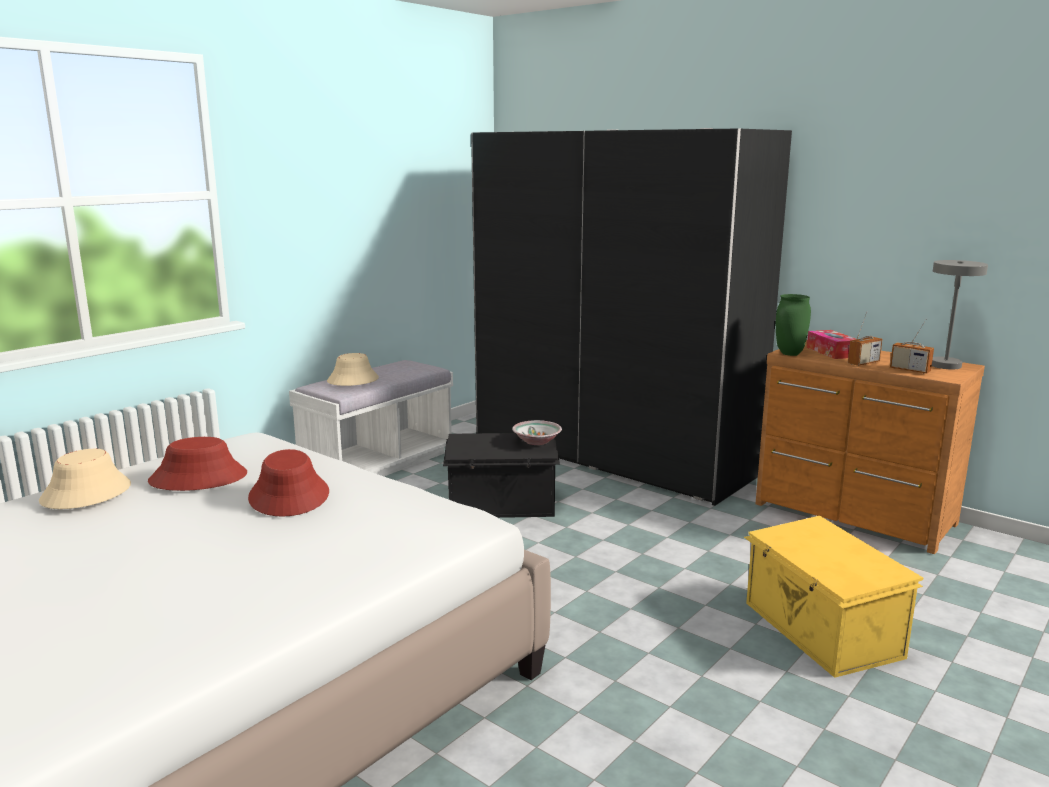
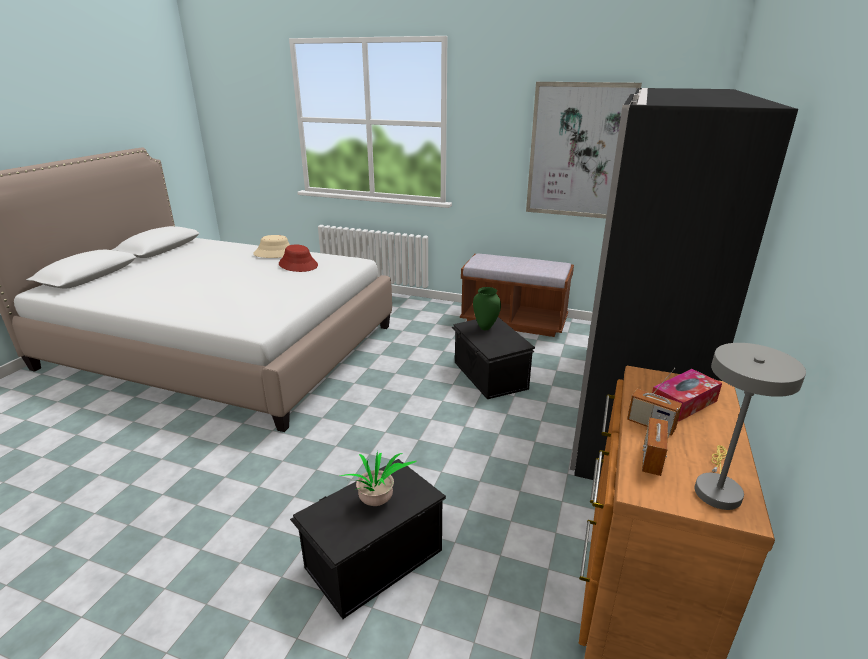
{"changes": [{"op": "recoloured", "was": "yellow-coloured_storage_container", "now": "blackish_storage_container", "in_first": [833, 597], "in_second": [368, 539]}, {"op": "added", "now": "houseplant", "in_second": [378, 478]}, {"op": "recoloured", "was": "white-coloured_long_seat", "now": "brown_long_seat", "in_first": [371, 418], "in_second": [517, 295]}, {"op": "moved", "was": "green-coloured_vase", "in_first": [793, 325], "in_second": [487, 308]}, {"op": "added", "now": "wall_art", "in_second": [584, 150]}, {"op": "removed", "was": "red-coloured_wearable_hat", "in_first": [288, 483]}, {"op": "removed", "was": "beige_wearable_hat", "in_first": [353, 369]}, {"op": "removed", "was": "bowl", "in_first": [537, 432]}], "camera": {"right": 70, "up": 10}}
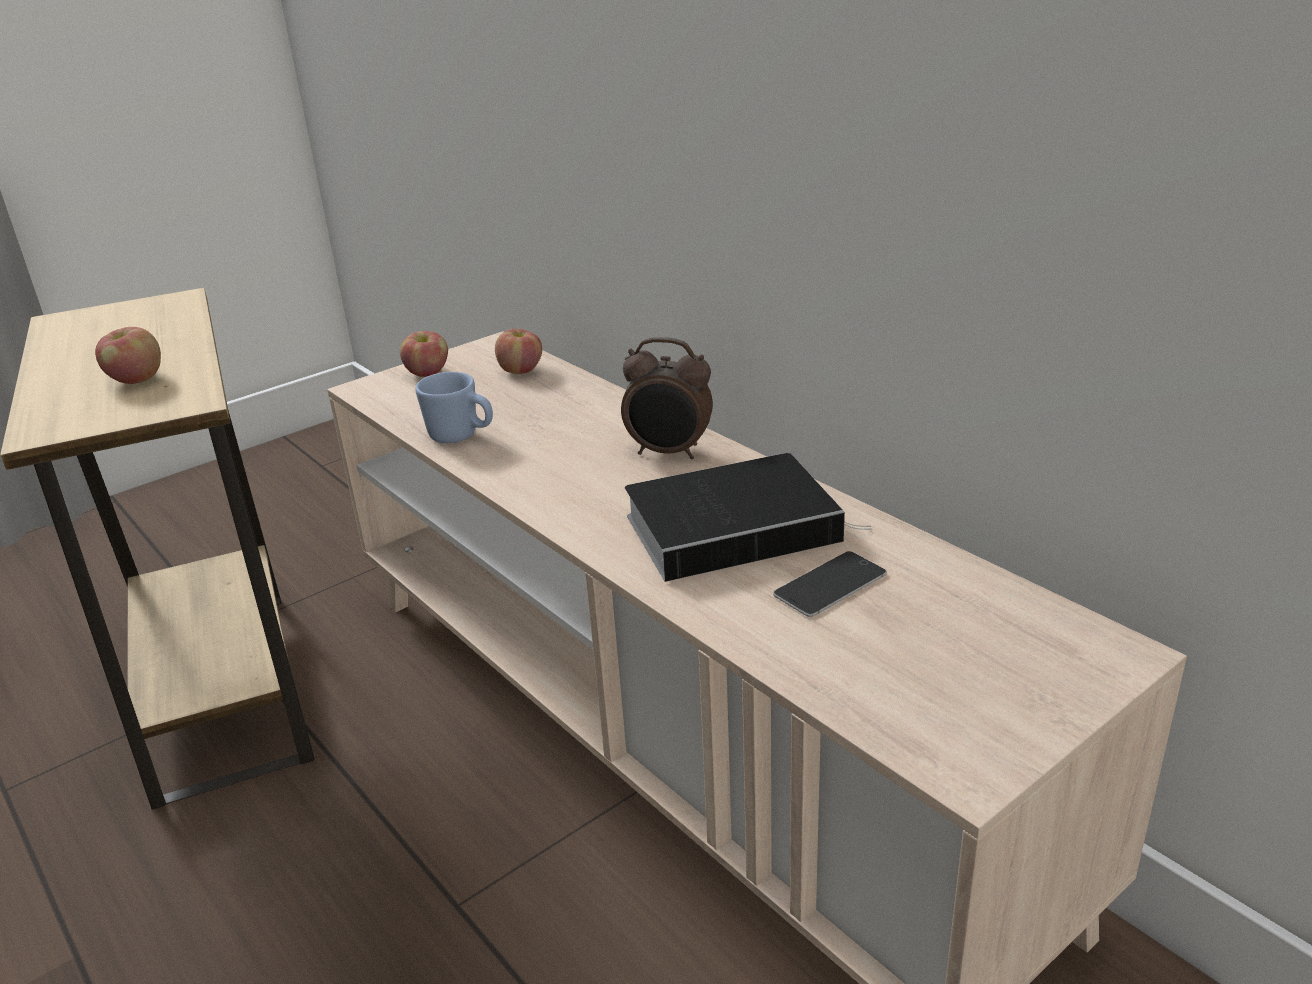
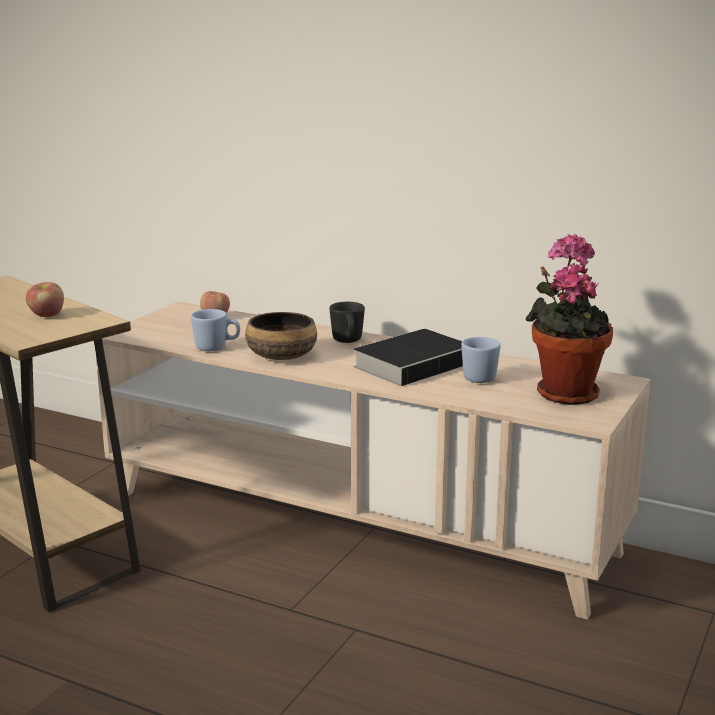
{"changes": [{"op": "added", "now": "bowl", "in_second": [281, 336]}, {"op": "replaced", "was": "bedside_clock", "now": "blackish_mug", "in_first": [667, 398], "in_second": [347, 322]}, {"op": "replaced", "was": "telephone", "now": "bluish_mug", "in_first": [830, 584], "in_second": [481, 360]}, {"op": "added", "now": "houseplant", "in_second": [569, 319]}, {"op": "removed", "was": "apple", "in_first": [424, 354]}], "camera": {"right": -25, "up": -10}}
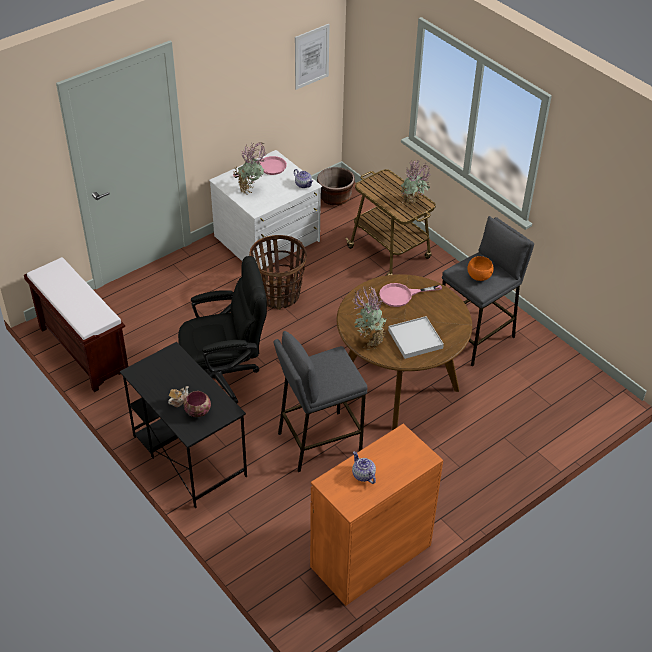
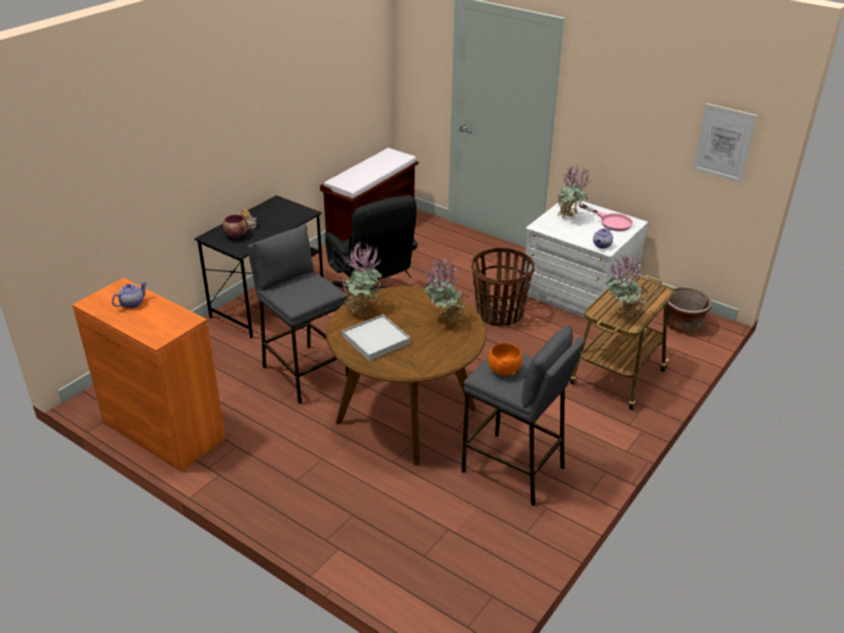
{"changes": [{"op": "replaced", "was": "pink_frying_pan", "now": "houseplant", "in_first": [410, 295], "in_second": [446, 292]}], "camera": {"right": 75, "up": -10}}
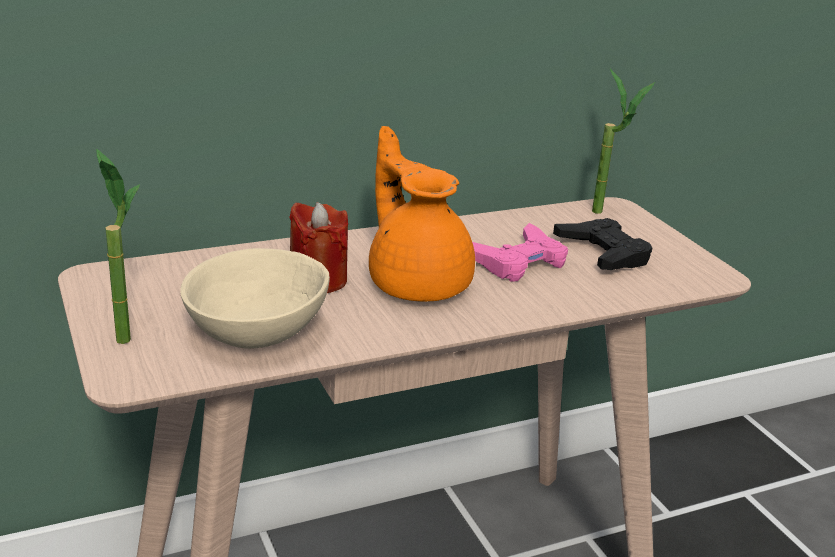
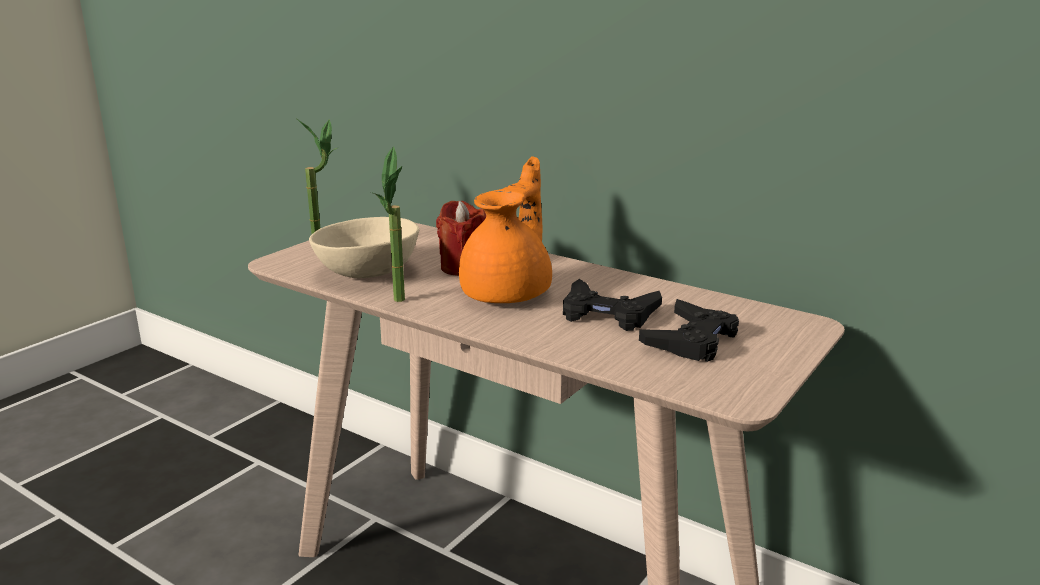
{"changes": [{"op": "moved", "was": "houseplant", "in_first": [623, 141], "in_second": [388, 224]}, {"op": "recoloured", "was": "pink_joypad", "now": "blackish_joypad", "in_first": [520, 252], "in_second": [612, 305]}], "camera": {"right": 60, "up": -5}}
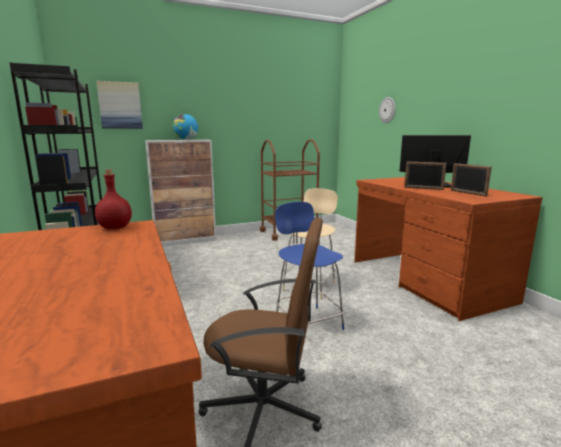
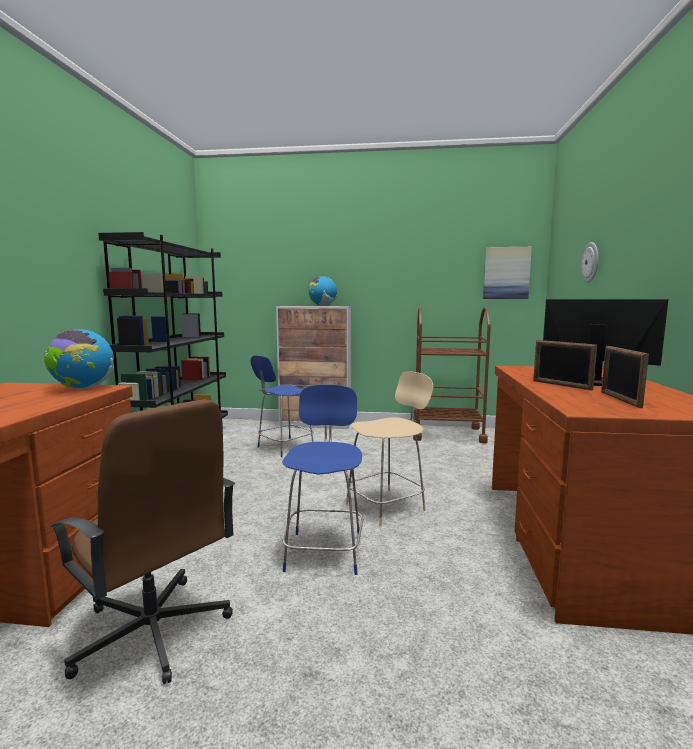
{"changes": [{"op": "replaced", "was": "red-coloured_drink_bottle", "now": "desk_globe", "in_first": [113, 199], "in_second": [79, 359]}, {"op": "added", "now": "bluish_plain_chair", "in_second": [282, 406]}, {"op": "moved", "was": "wall_art", "in_first": [119, 105], "in_second": [507, 273]}], "camera": {"right": 30, "up": -5}}
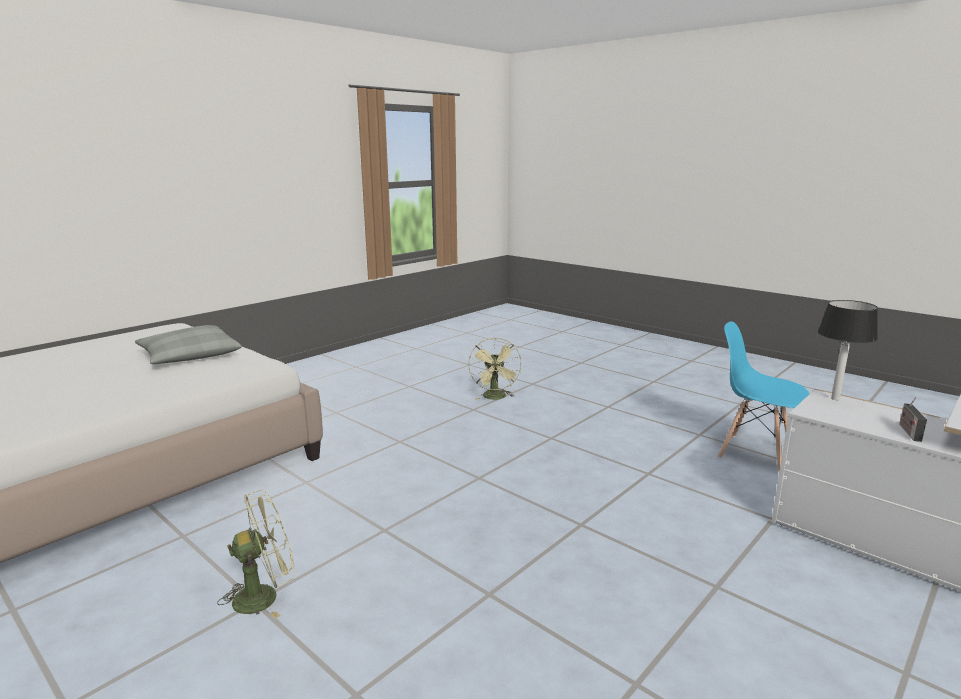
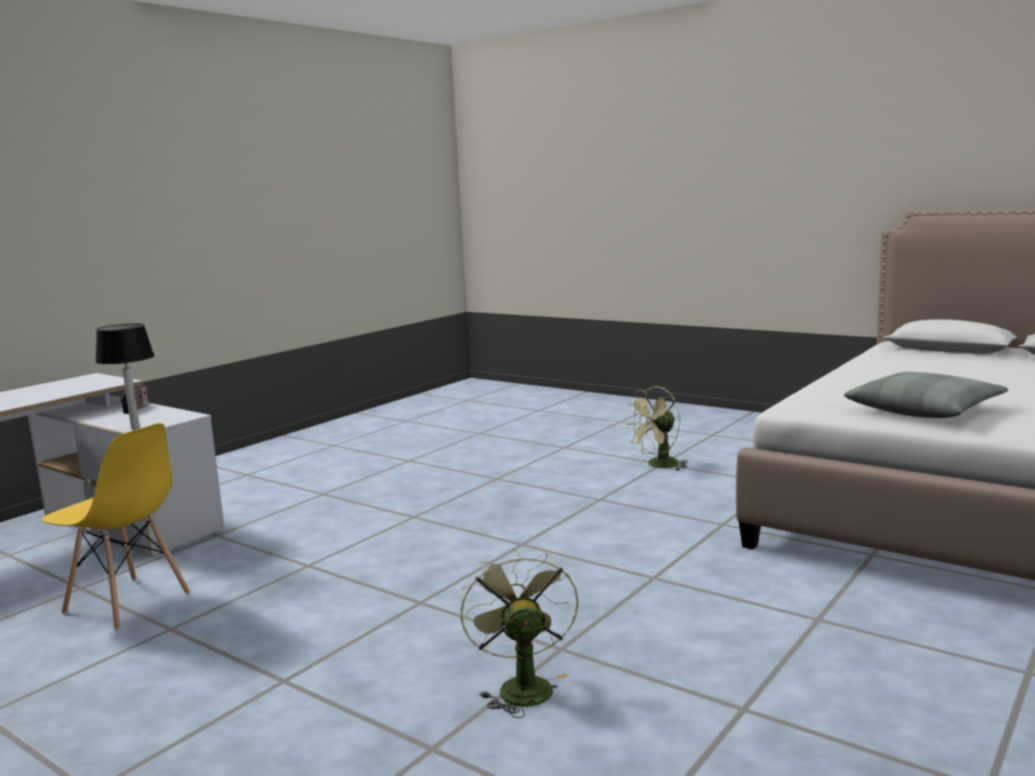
{"changes": [{"op": "recoloured", "was": "bluish_plain_chair", "now": "yellow-coloured_plain_chair", "in_first": [763, 396], "in_second": [116, 527]}], "camera": {"right": 175, "up": -5}}
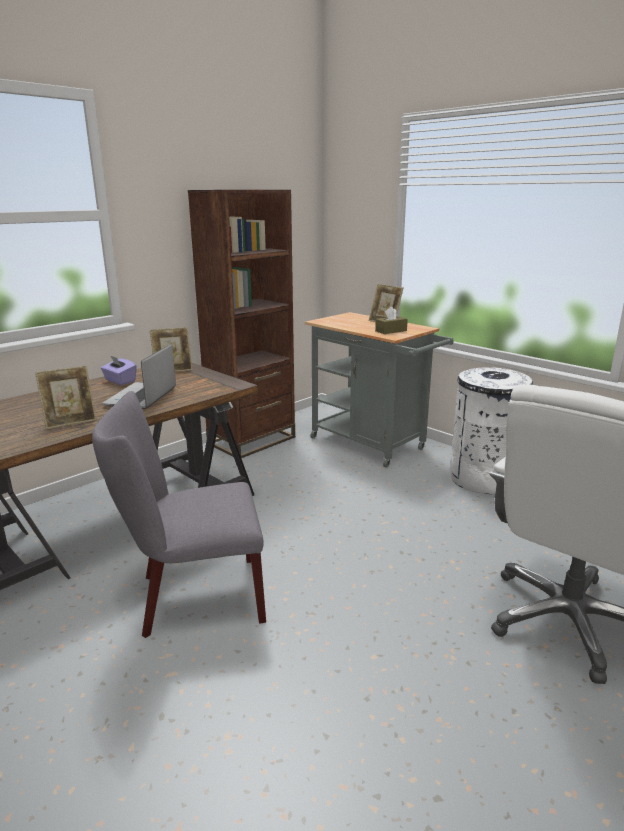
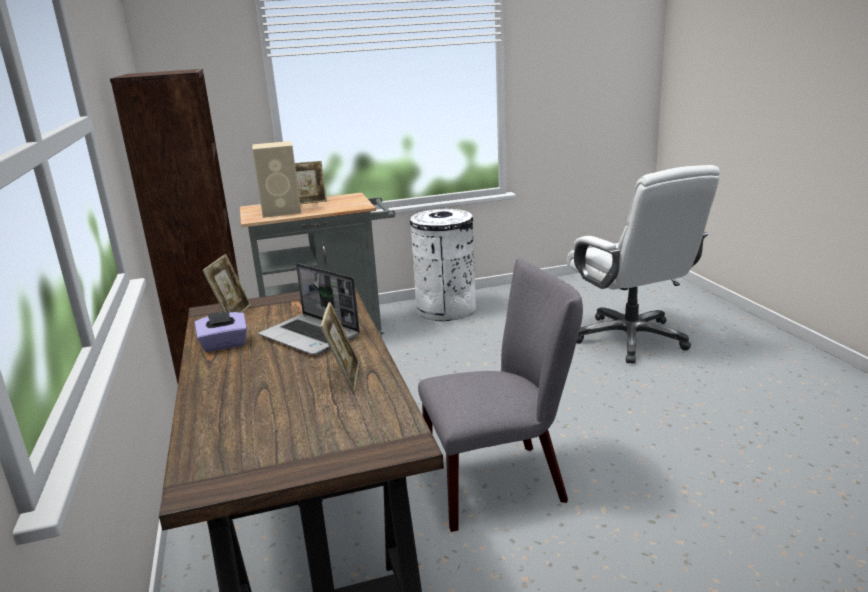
{"changes": [{"op": "added", "now": "beige_loudspeaker", "in_second": [276, 179]}, {"op": "turned", "was": "greyish_plain_chair", "in_first": [179, 514], "in_second": [500, 395], "clockwise": -120}, {"op": "removed", "was": "brown_box_of_tissues", "in_first": [391, 320]}], "camera": {"right": -60, "up": 0}}
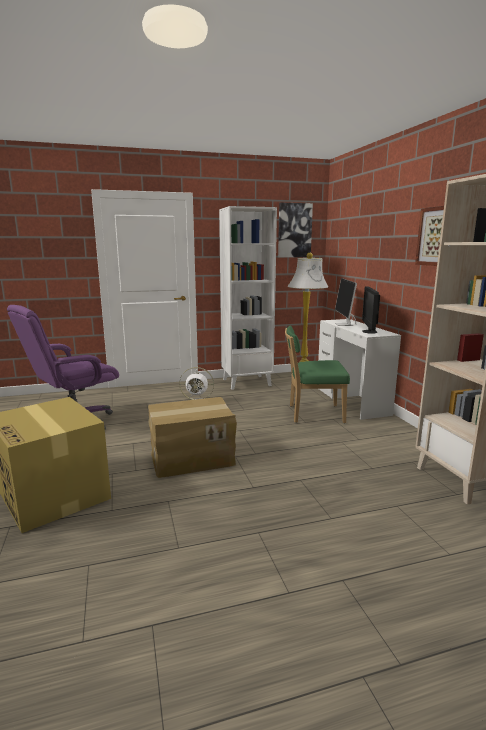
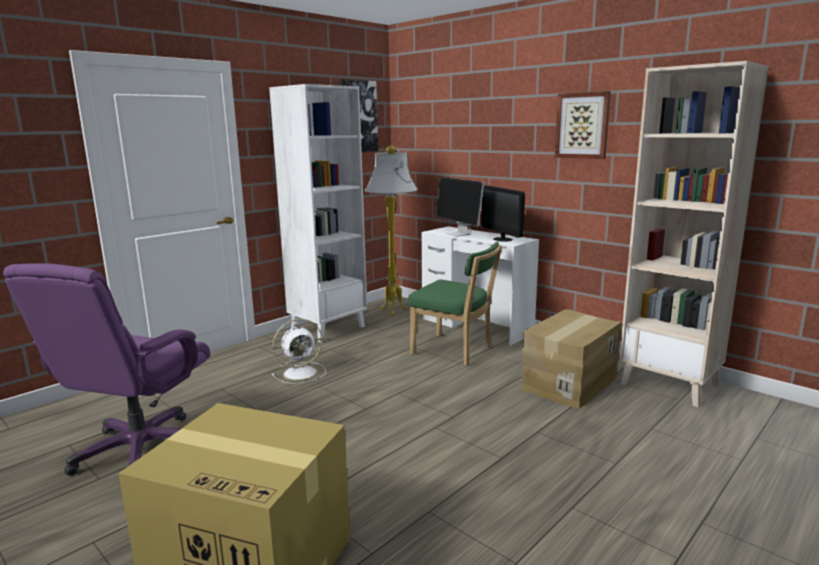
{"changes": [{"op": "turned", "was": "green-coloured_plain_chair", "in_first": [317, 374], "in_second": [455, 304], "clockwise": -120}, {"op": "moved", "was": "cardboard_box", "in_first": [192, 437], "in_second": [571, 358]}], "camera": {"right": -30, "up": 0}}
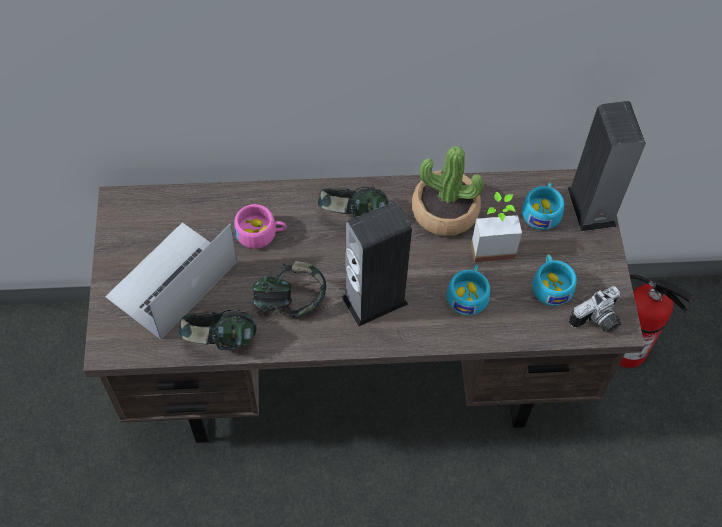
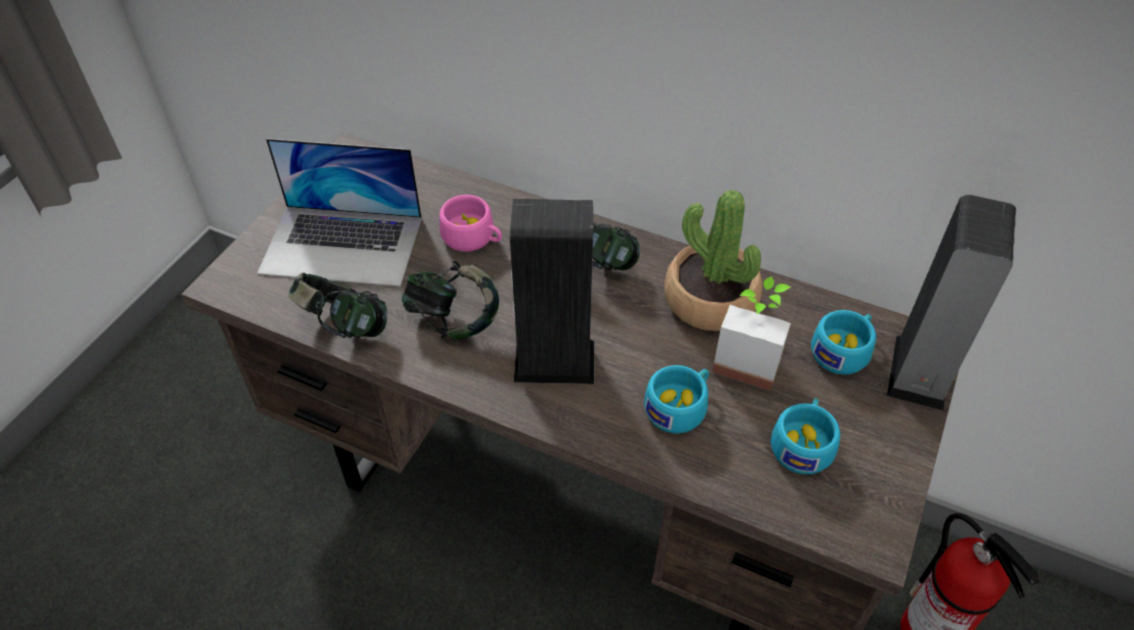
{"changes": [{"op": "turned", "was": "portable_computer", "in_first": [171, 280], "in_second": [339, 212], "clockwise": -150}, {"op": "removed", "was": "still_camera", "in_first": [595, 309]}], "camera": {"right": 30, "up": -10}}
